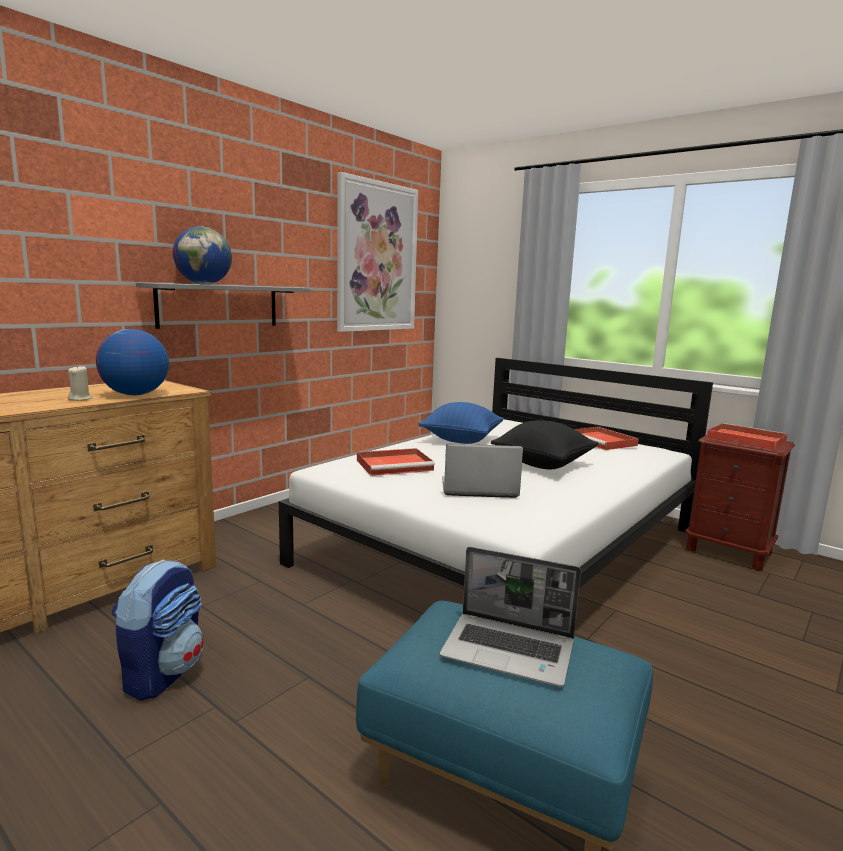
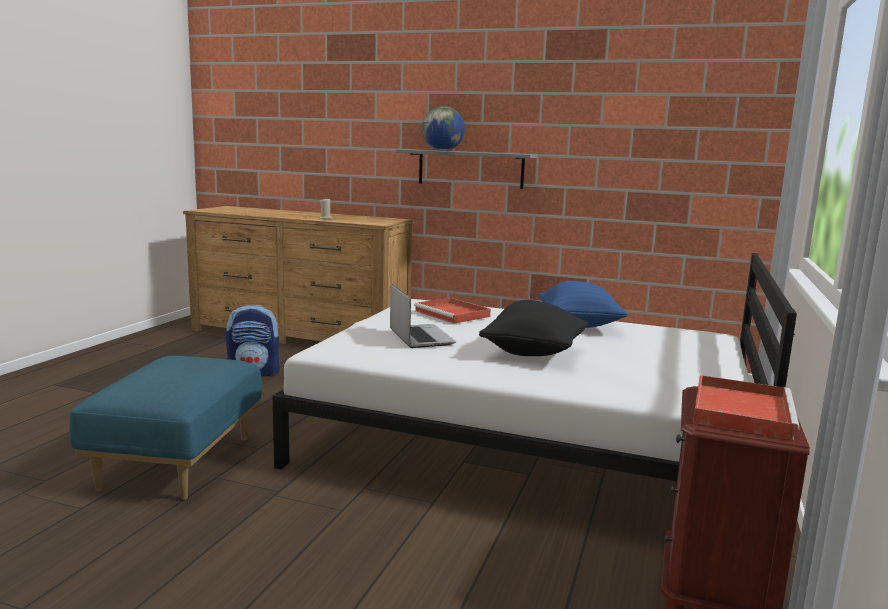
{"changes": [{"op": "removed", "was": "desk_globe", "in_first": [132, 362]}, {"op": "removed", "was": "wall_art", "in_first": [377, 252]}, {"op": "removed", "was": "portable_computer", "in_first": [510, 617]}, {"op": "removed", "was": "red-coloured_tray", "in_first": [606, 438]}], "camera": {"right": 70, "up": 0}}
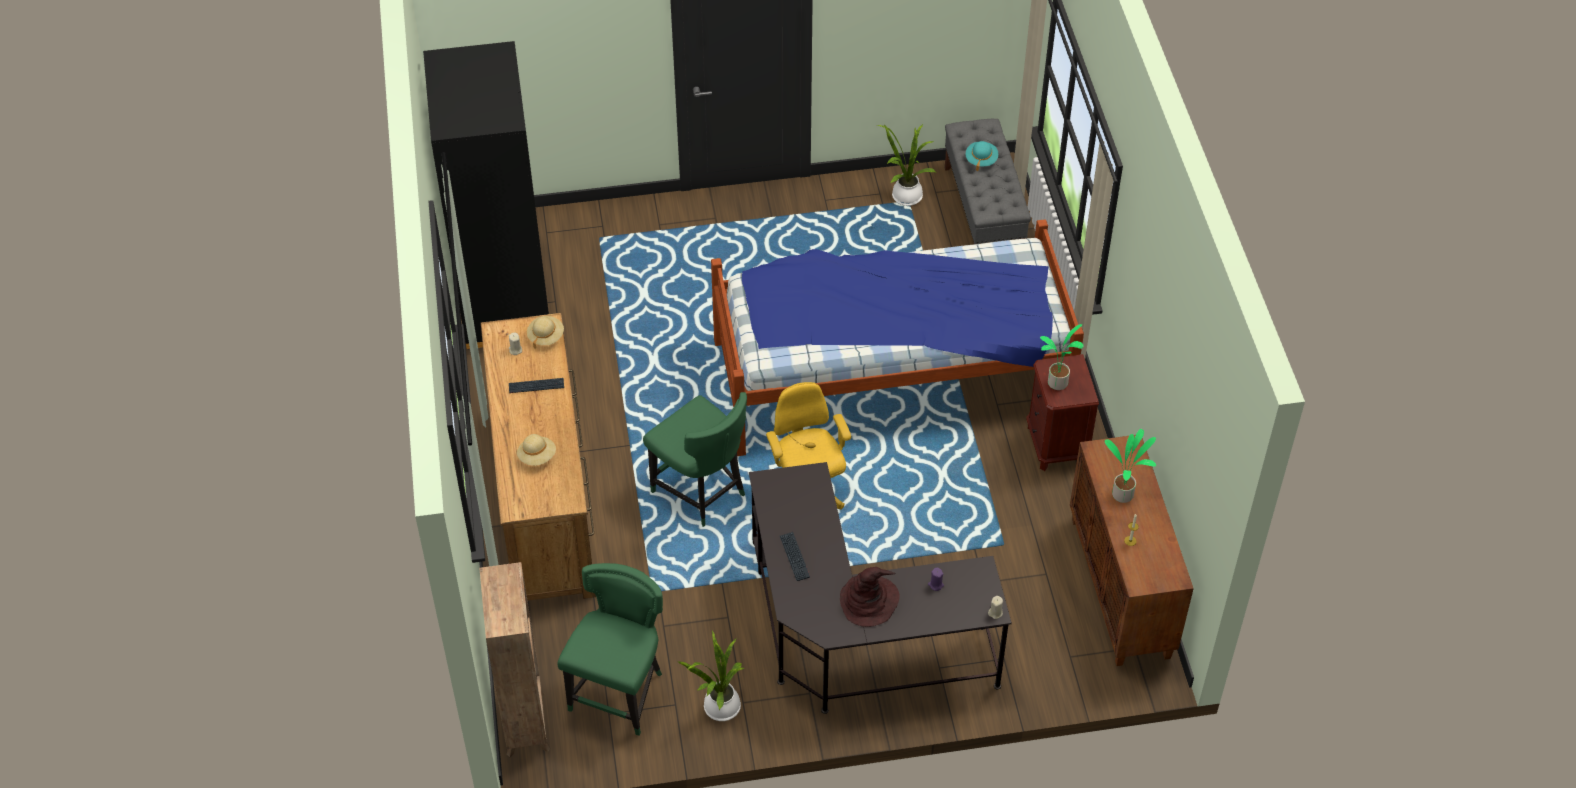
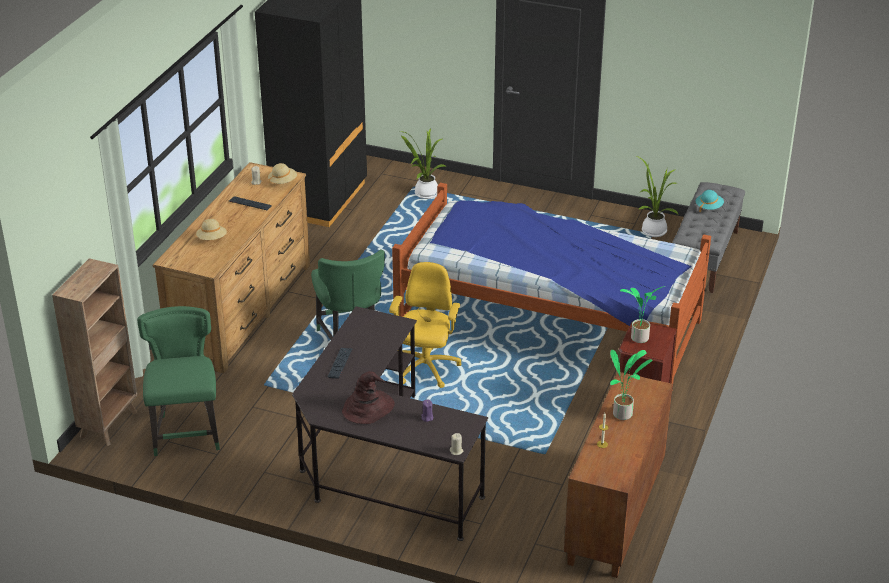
{"changes": [{"op": "turned", "was": "green-coloured_plain_chair", "in_first": [610, 649], "in_second": [178, 381], "clockwise": -60}, {"op": "moved", "was": "houseplant", "in_first": [710, 676], "in_second": [423, 164]}], "camera": {"right": 30, "up": -15}}
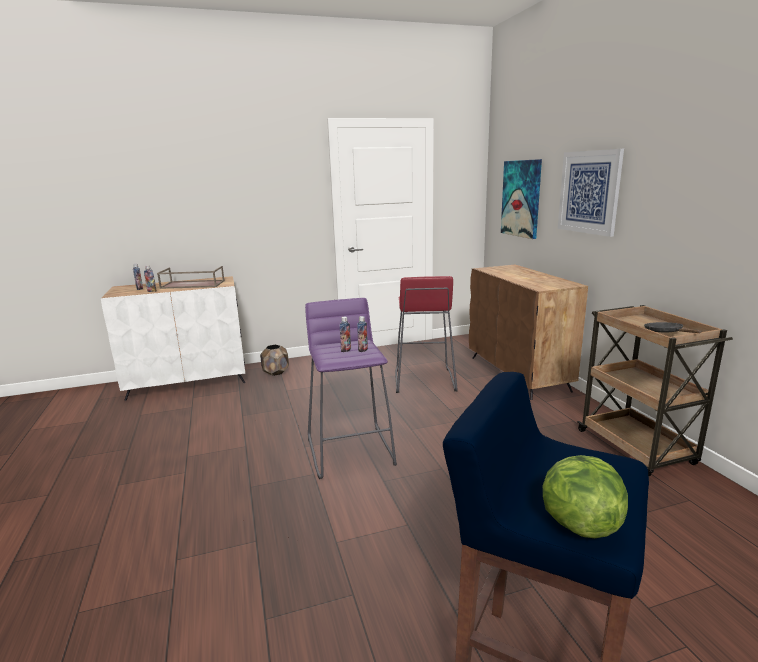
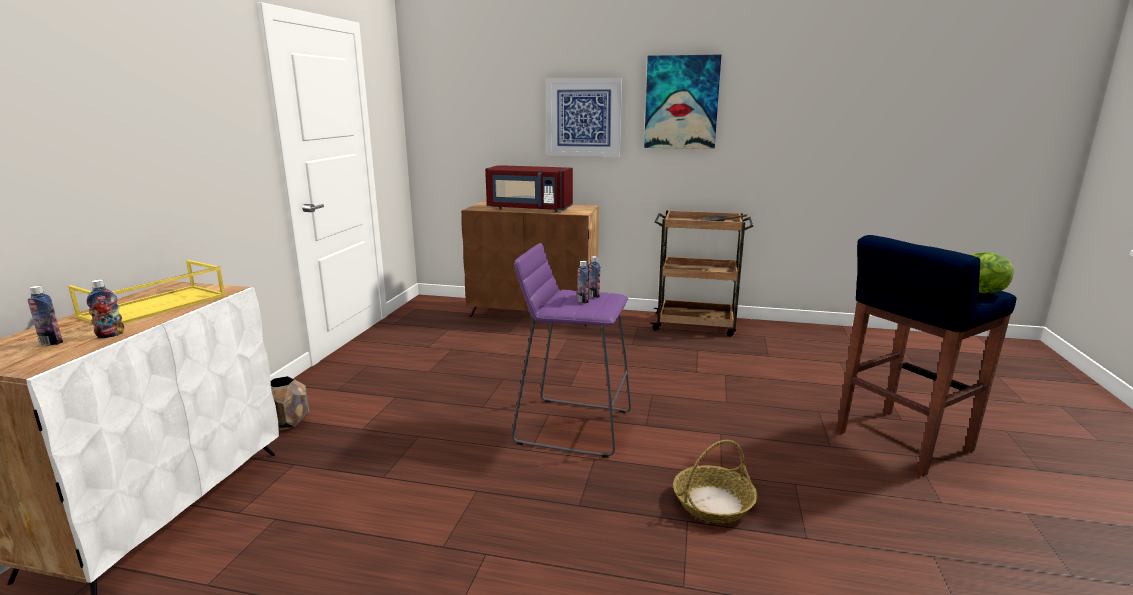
{"changes": [{"op": "recoloured", "was": "brown_tray", "now": "yellow-coloured_tray", "in_first": [191, 277], "in_second": [147, 292]}, {"op": "added", "now": "red-coloured_kitchen_microwave", "in_second": [529, 188]}, {"op": "moved", "was": "wall_art", "in_first": [521, 199], "in_second": [682, 102]}, {"op": "added", "now": "storage_basket", "in_second": [715, 481]}, {"op": "removed", "was": "red-coloured_stool_seat", "in_first": [426, 334]}], "camera": {"right": -60, "up": 0}}
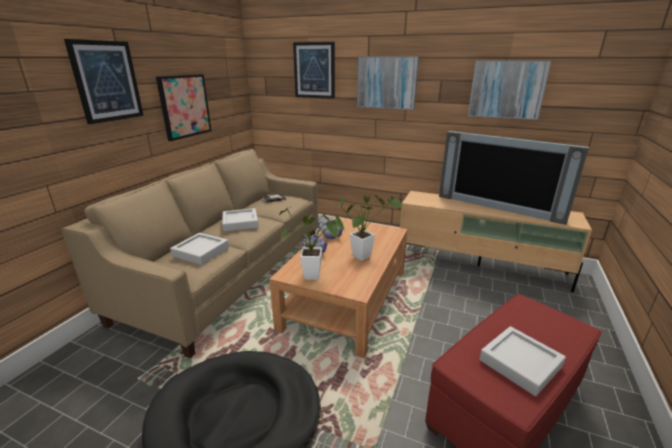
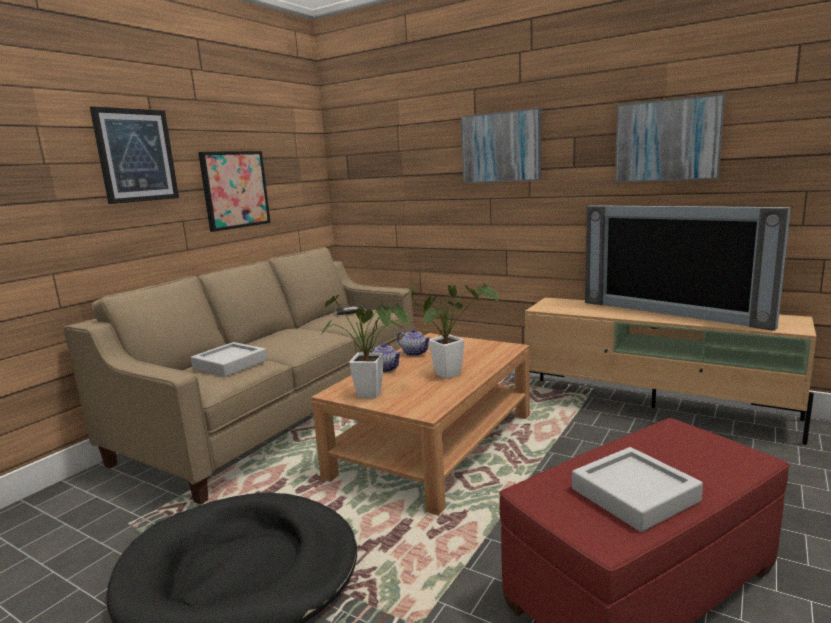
{"changes": [{"op": "removed", "was": "greyish_tray", "in_first": [240, 220]}, {"op": "removed", "was": "wall_art", "in_first": [314, 70]}], "camera": {"right": 10, "up": -10}}
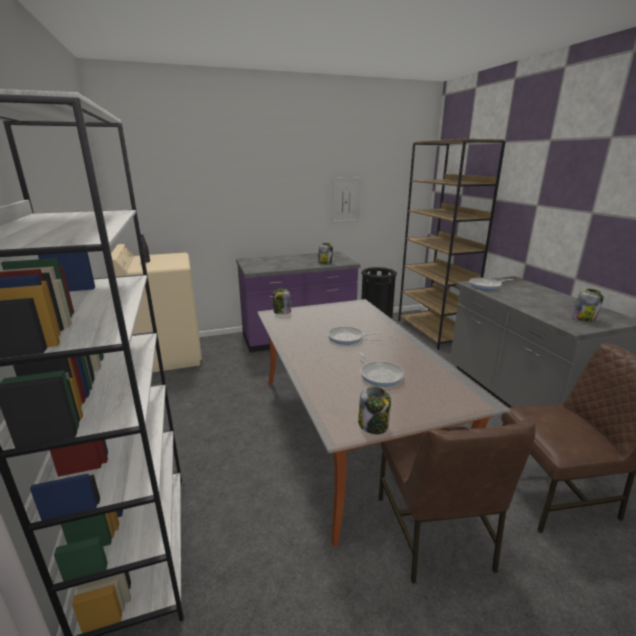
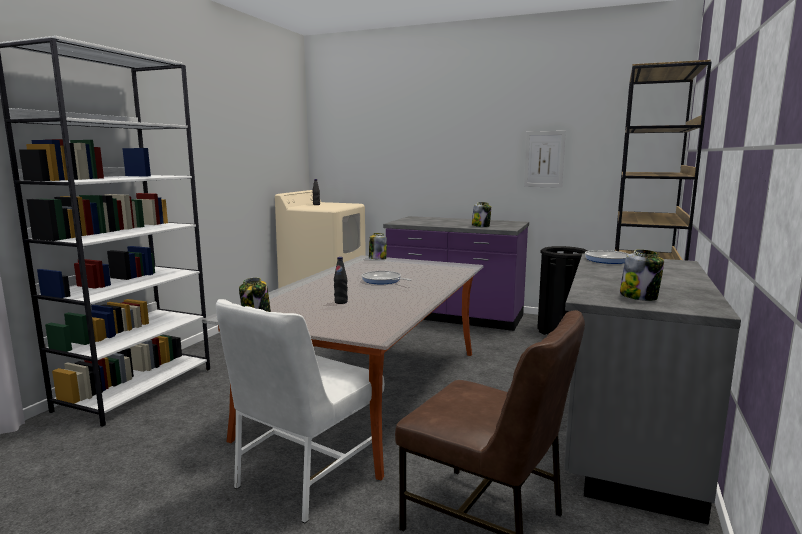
{"changes": [{"op": "recoloured", "was": "brown_plain_chair", "now": "white-coloured_plain_chair", "in_first": [457, 501], "in_second": [300, 411]}, {"op": "replaced", "was": "frying_pan", "now": "blackish_drink_bottle", "in_first": [381, 369], "in_second": [341, 280]}], "camera": {"right": 40, "up": -10}}
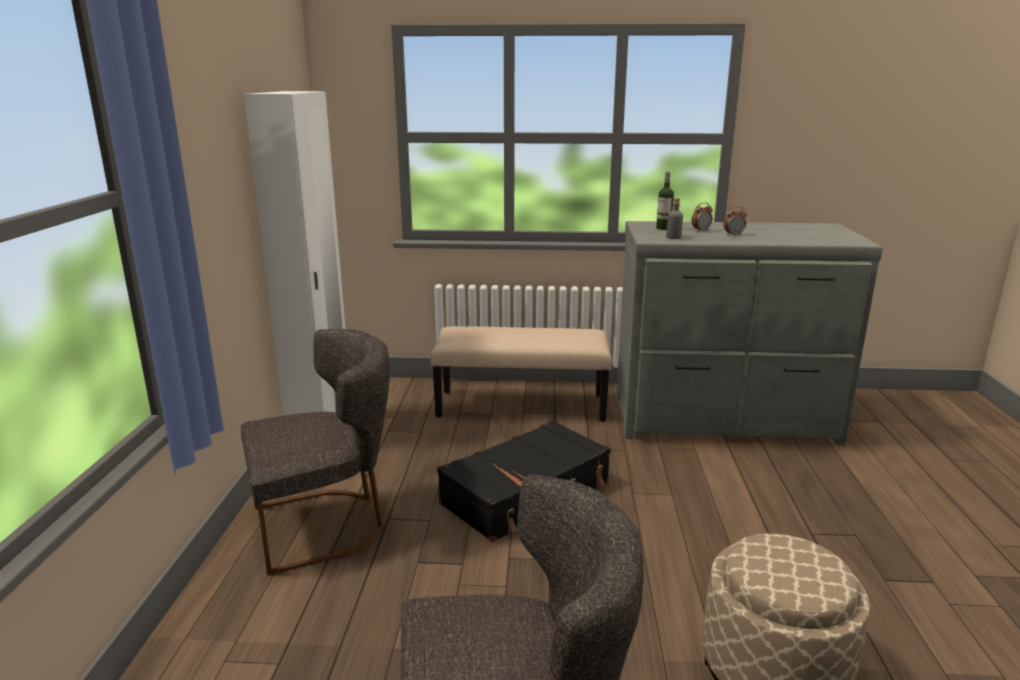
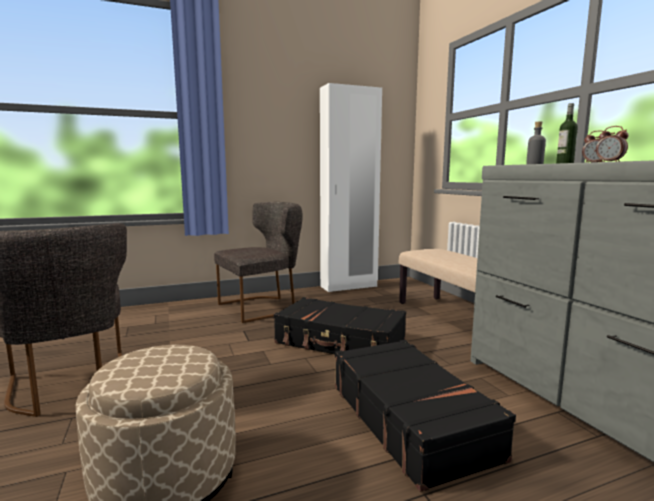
{"changes": [{"op": "turned", "was": "greyish_plain_chair", "in_first": [315, 452], "in_second": [258, 262], "clockwise": -75}, {"op": "added", "now": "blackish_suitcase", "in_second": [425, 416]}], "camera": {"right": 65, "up": -10}}
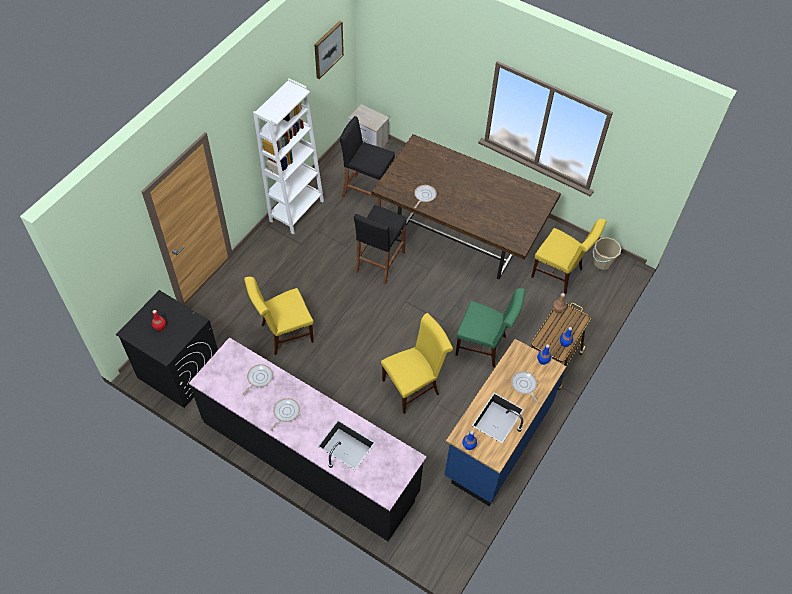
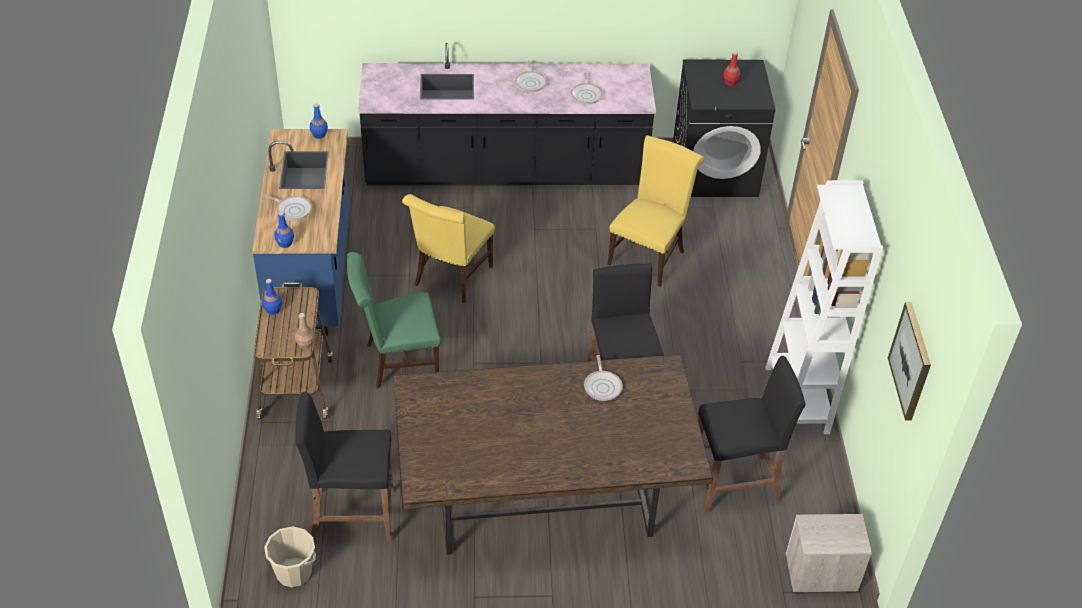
{"changes": [{"op": "replaced", "was": "yellow-coloured_plain_chair", "now": "blackish_stool_seat", "in_first": [569, 256], "in_second": [344, 466]}], "camera": {"right": 145, "up": -10}}
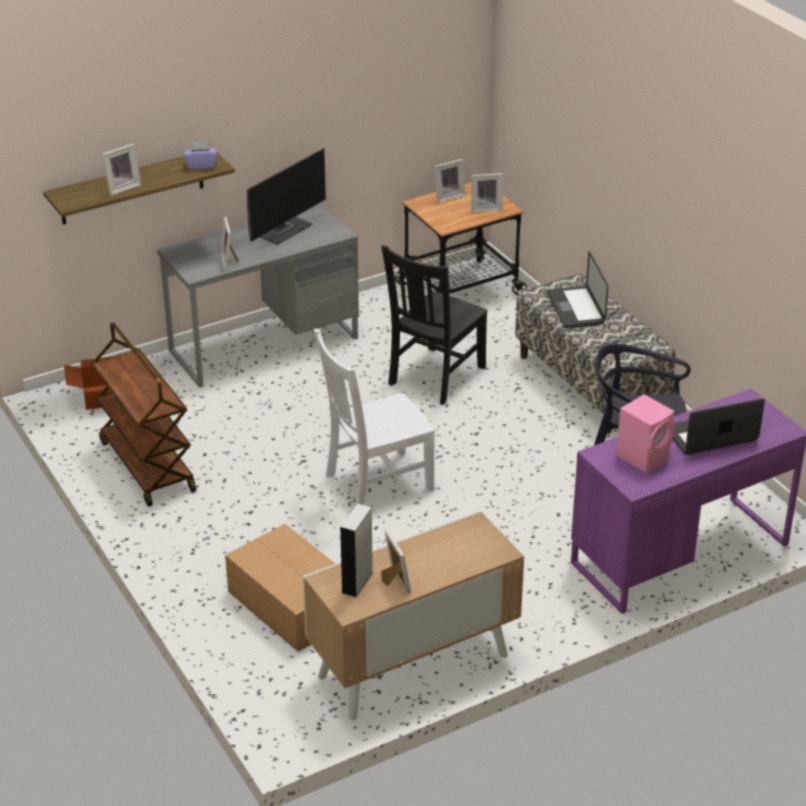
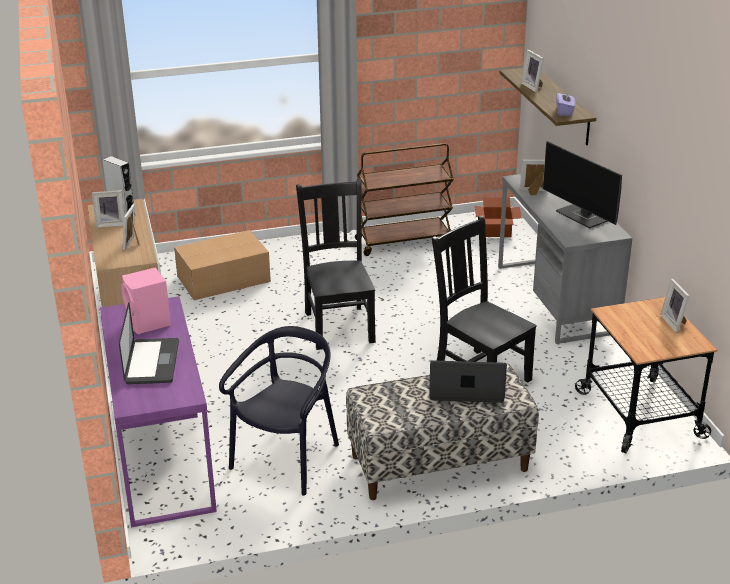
{"changes": [{"op": "moved", "was": "photo_frame", "in_first": [487, 193], "in_second": [131, 227]}, {"op": "recoloured", "was": "white-coloured_plain_chair", "now": "blackish_plain_chair", "in_first": [374, 418], "in_second": [336, 264]}], "camera": {"right": 105, "up": -5}}
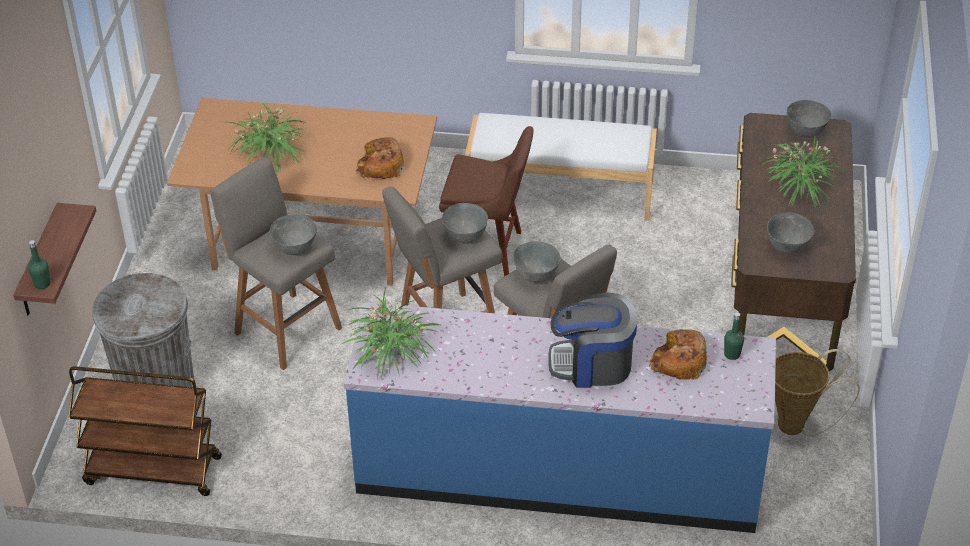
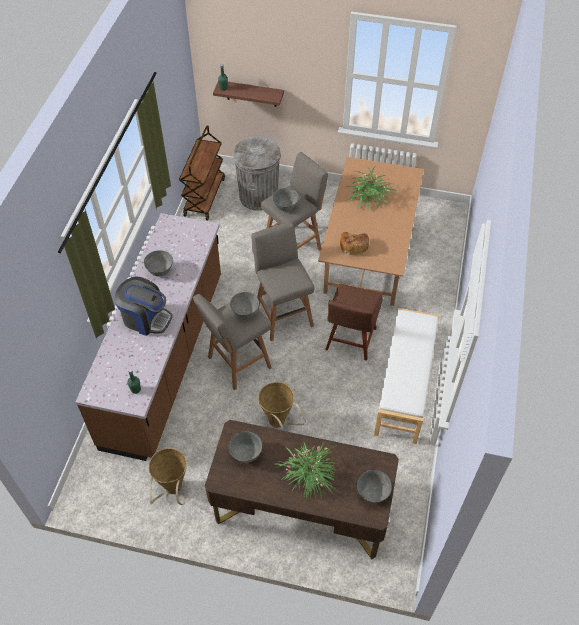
{"changes": [{"op": "recoloured", "was": "bluish_kitchen_counter", "now": "brown_kitchen_counter", "in_first": [560, 417], "in_second": [148, 337]}, {"op": "turned", "was": "coffee_machine", "in_first": [593, 340], "in_second": [143, 306], "clockwise": 105}, {"op": "moved", "was": "greyish_bowl", "in_first": [465, 223], "in_second": [158, 263]}, {"op": "added", "now": "storage_basket", "in_second": [282, 406]}, {"op": "removed", "was": "houseplant", "in_first": [390, 333]}, {"op": "removed", "was": "bread", "in_first": [678, 354]}], "camera": {"right": 95, "up": 10}}
